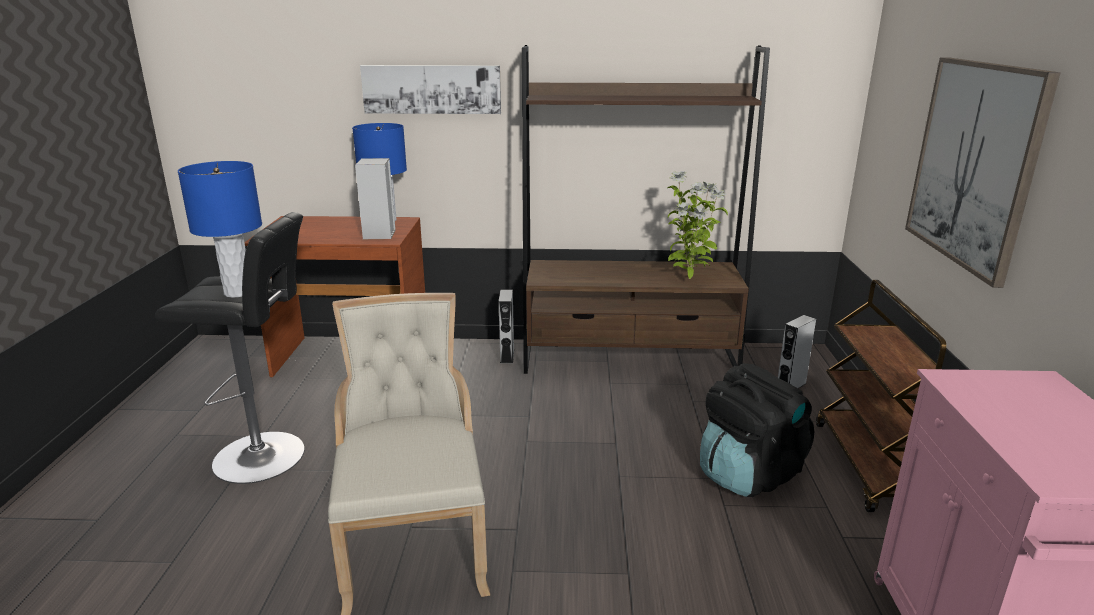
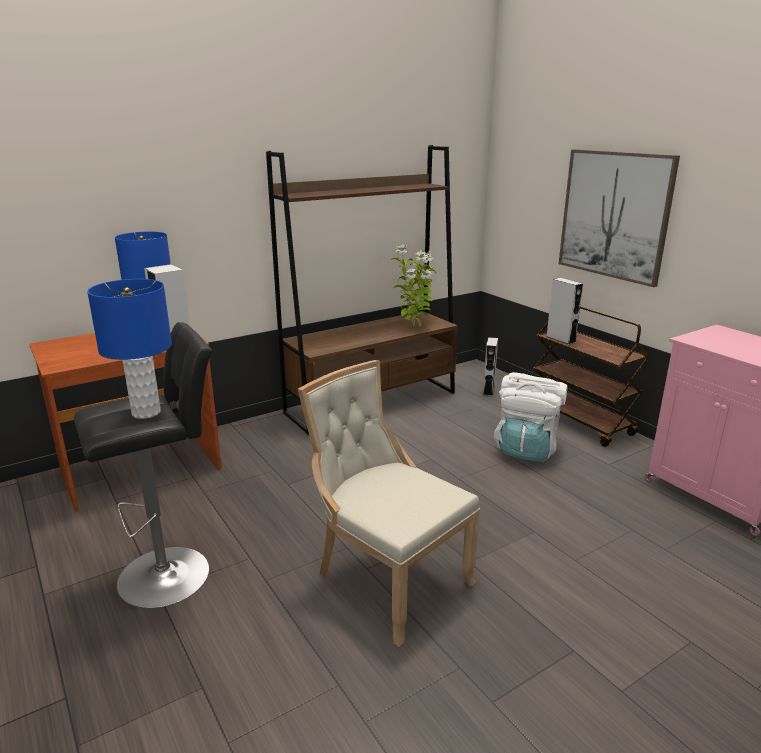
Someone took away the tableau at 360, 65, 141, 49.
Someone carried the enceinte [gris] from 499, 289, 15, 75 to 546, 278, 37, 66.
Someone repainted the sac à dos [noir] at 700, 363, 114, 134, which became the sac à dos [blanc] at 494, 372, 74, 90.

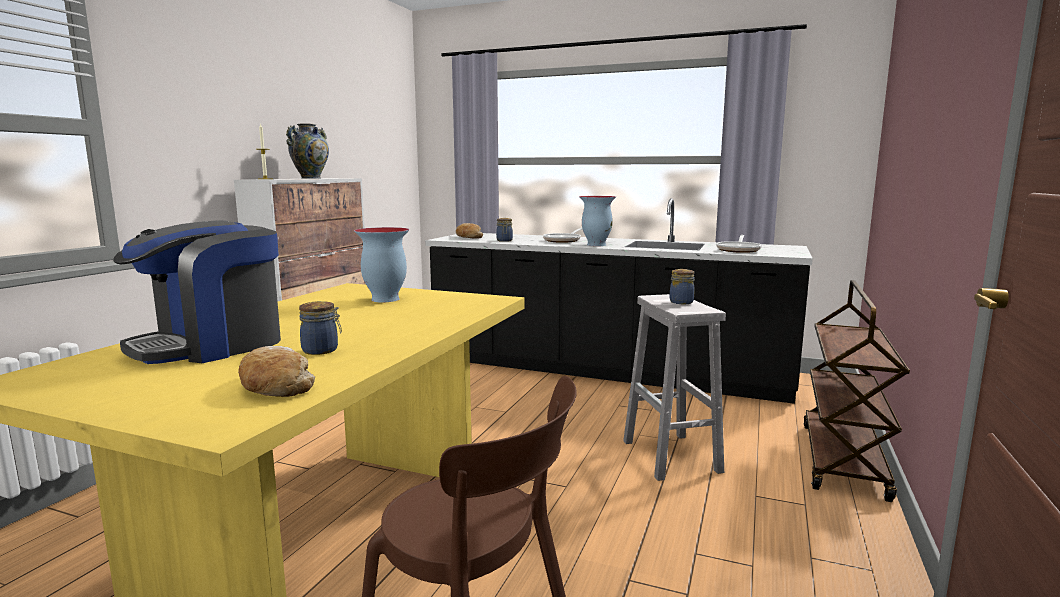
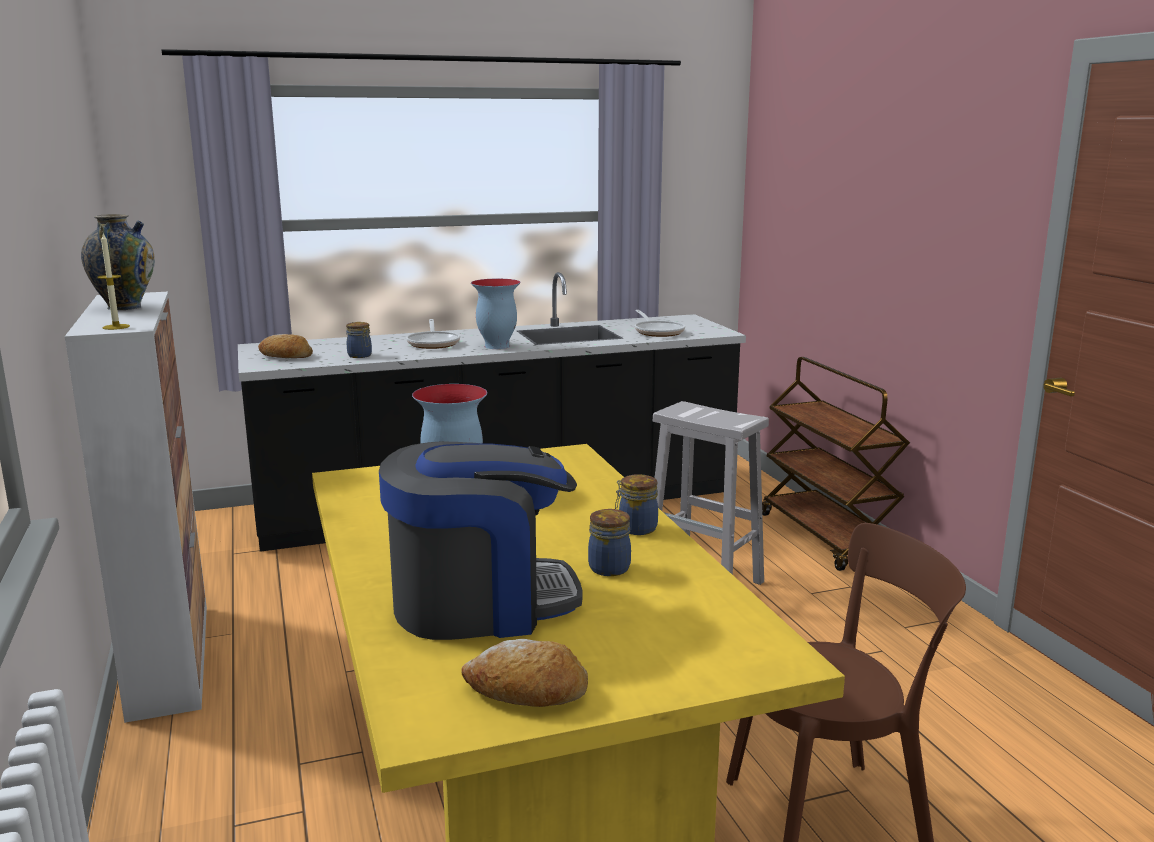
Someone rotated the machine à café at 113, 220, 168, 144 by 105 degrees counterclockwise.
Someone carried the pain from 238, 346, 77, 51 to 461, 639, 127, 68.
Someone carried the bocal from 670, 269, 25, 35 to 615, 474, 43, 61.

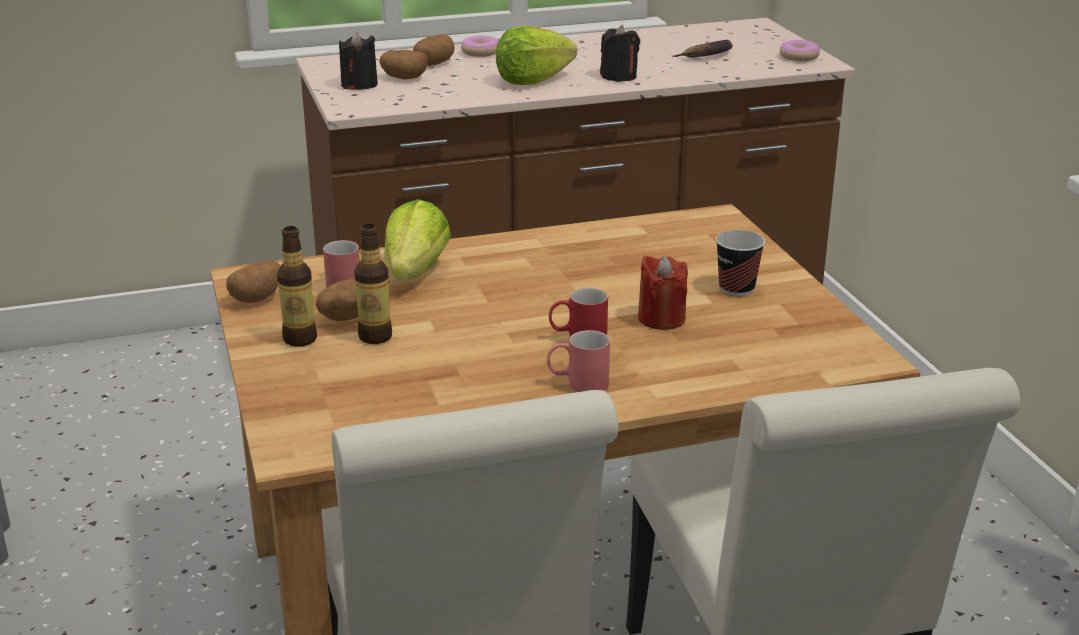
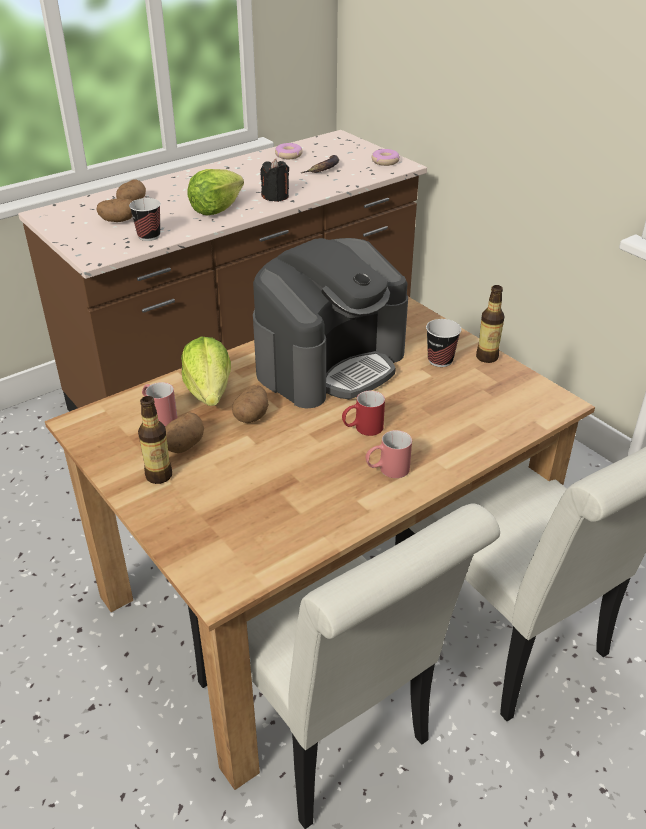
Someone carried the pomme de terre from 226, 260, 54, 43 to 232, 385, 37, 38.
Someone took away the bougie [noir] at 339, 32, 39, 58.
Someone carried the bouteille from 354, 224, 38, 120 to 476, 285, 29, 78.
Someone carried the beignet from 461, 36, 37, 21 to 275, 143, 28, 16.
Someone took away the bougie [rouge] at 638, 256, 50, 74.
Someone put down the tasse at 129, 198, 32, 43.
Someone put down the machine à café at 253, 238, 155, 170.

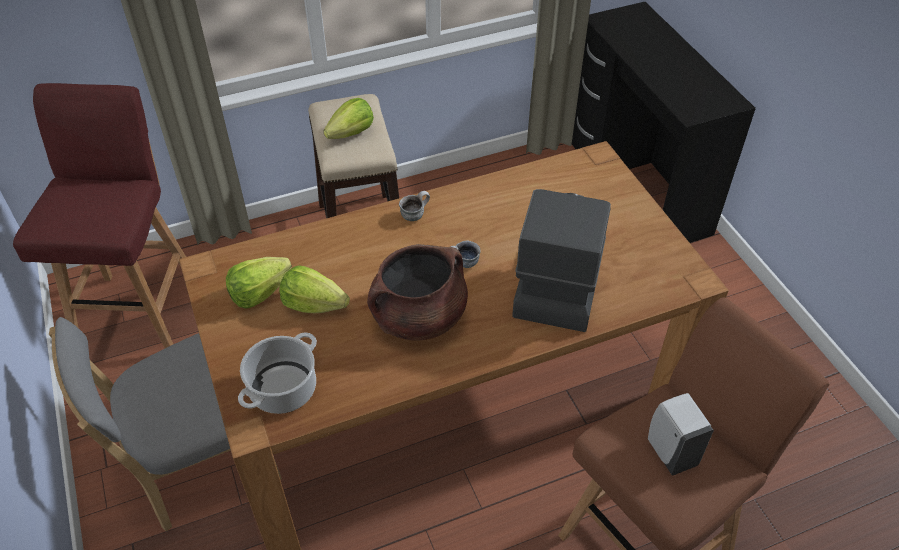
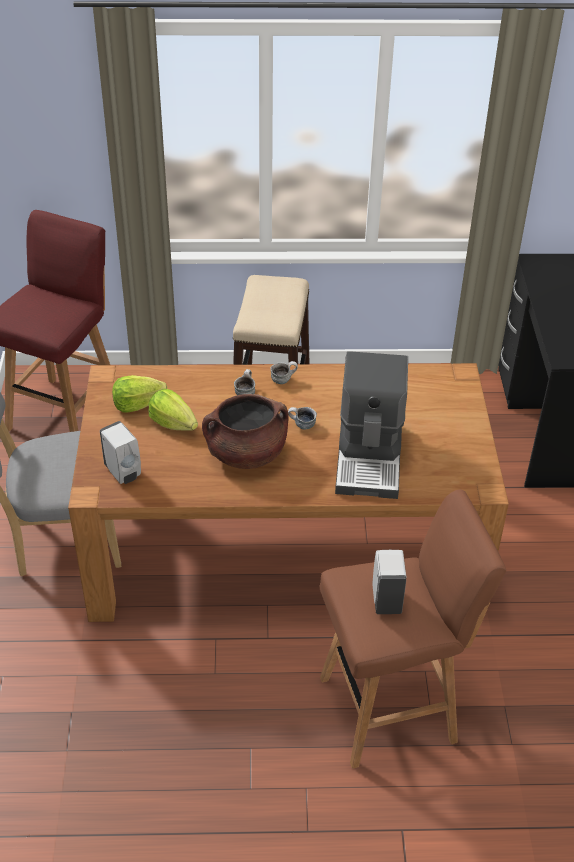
Someone swapped the marmite at 238, 332, 79, 82 for the distributeur de savon [blanc] at 100, 421, 41, 63.
Someone took away the laitue at 324, 98, 50, 41.
Someone rotated the machine à café at 512, 189, 99, 143 by 150 degrees clockwise.
Someone put down the mug at 234, 369, 21, 26.

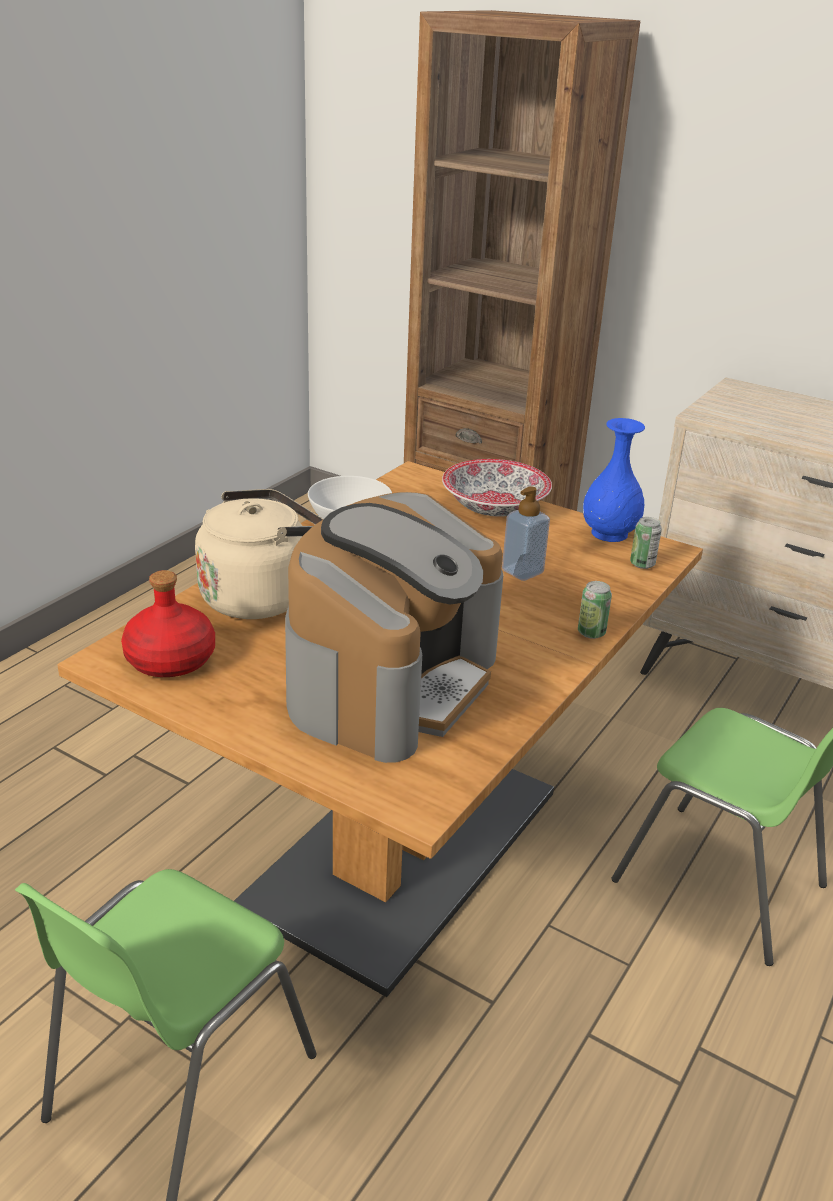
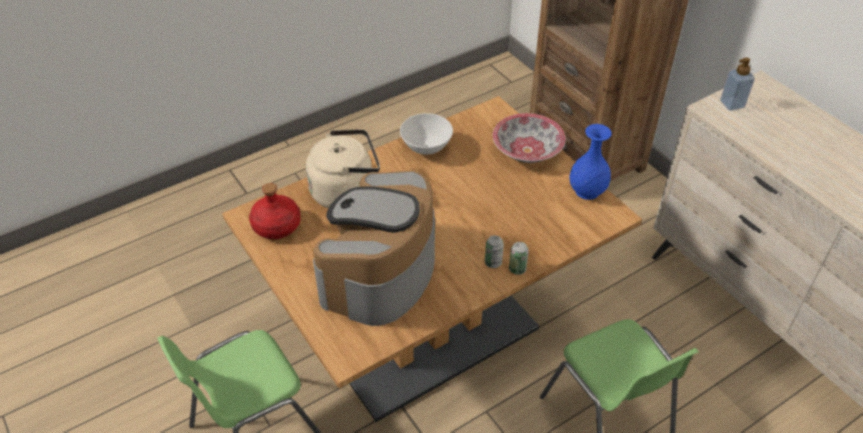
Someone rotated the machine à café at 285, 492, 218, 271 by 150 degrees clockwise.
Someone carried the distributeur de savon from 502, 486, 48, 95 to 720, 57, 35, 54.
Someone carried the boîte métallique from 630, 517, 32, 52 to 485, 235, 19, 33.

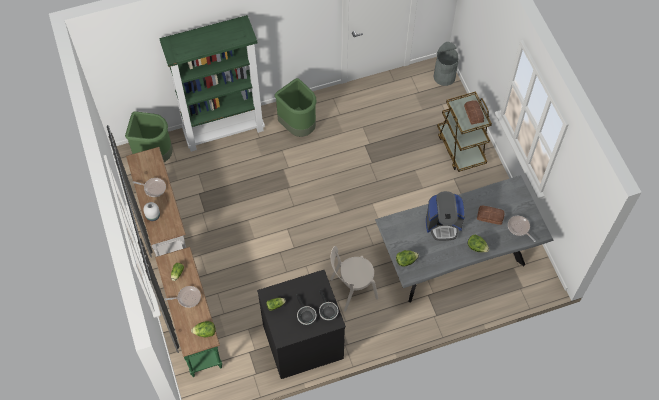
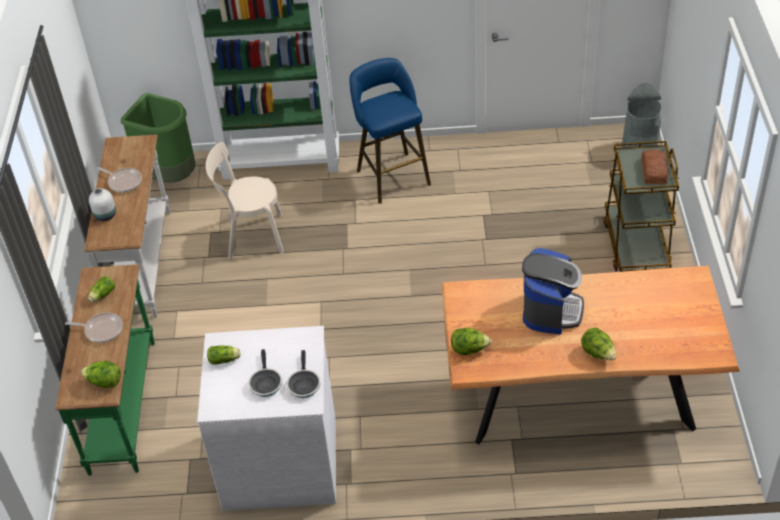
Someone repainted the commode [noir] at 257, 270, 89, 109, which became the commode [blanc] at 197, 326, 139, 185.
Someone swapped the poubelle [vert] at 275, 78, 42, 59 for the tabouret [bleu] at 349, 58, 82, 146.
Someone carried the chaise [beige] from 330, 246, 49, 66 to 206, 142, 78, 117.
Someone repainted the table à manger [gris] at 375, 175, 179, 127, which became the table à manger [marron] at 441, 266, 299, 178.
Someone rotated the machine à café at 426, 191, 39, 50 by 90 degrees counterclockwise.
Someone took away the pain at 477, 206, 27, 19.
Someone took away the poêle at 508, 216, 28, 26.

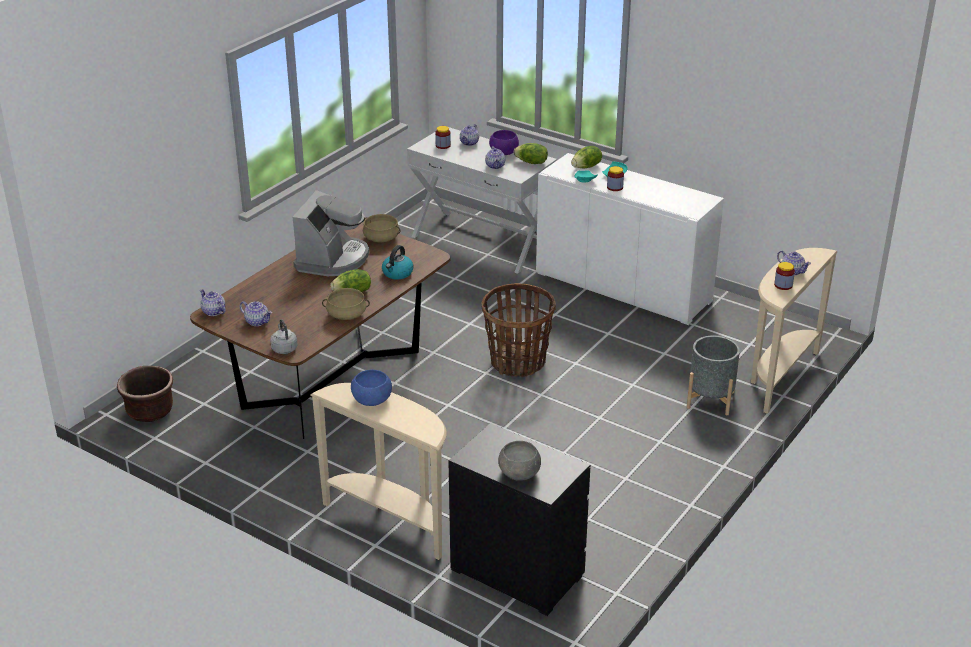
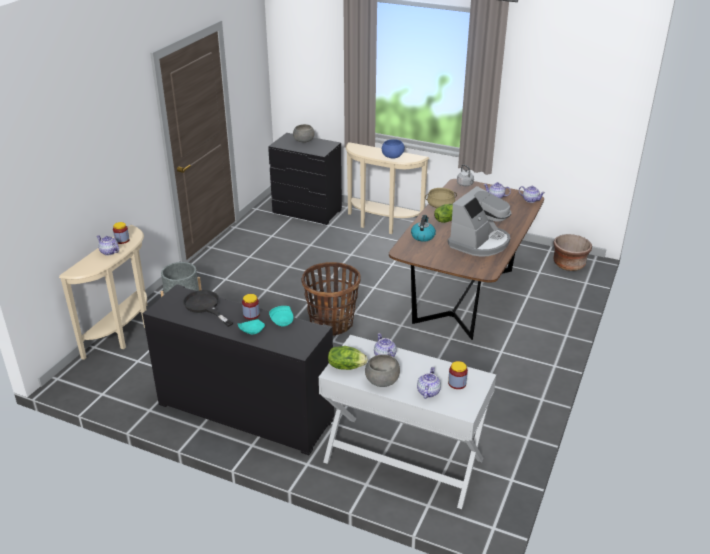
Someone rotated the machine à café at 293, 190, 76, 86 by 150 degrees counterclockwise.
Someone took away the marmite [beige] at 363, 214, 37, 28.
Someone repainted the bol [violet] at 489, 130, 30, 25, which became the bol [gris] at 365, 354, 35, 33.
Someone repainted the meuble de rangement [blanc] at 536, 153, 188, 172, which became the meuble de rangement [noir] at 143, 284, 191, 171.
Someone took away the laitue at 571, 146, 31, 22.
Someone put down the poêle [noir] at 183, 290, 50, 37.

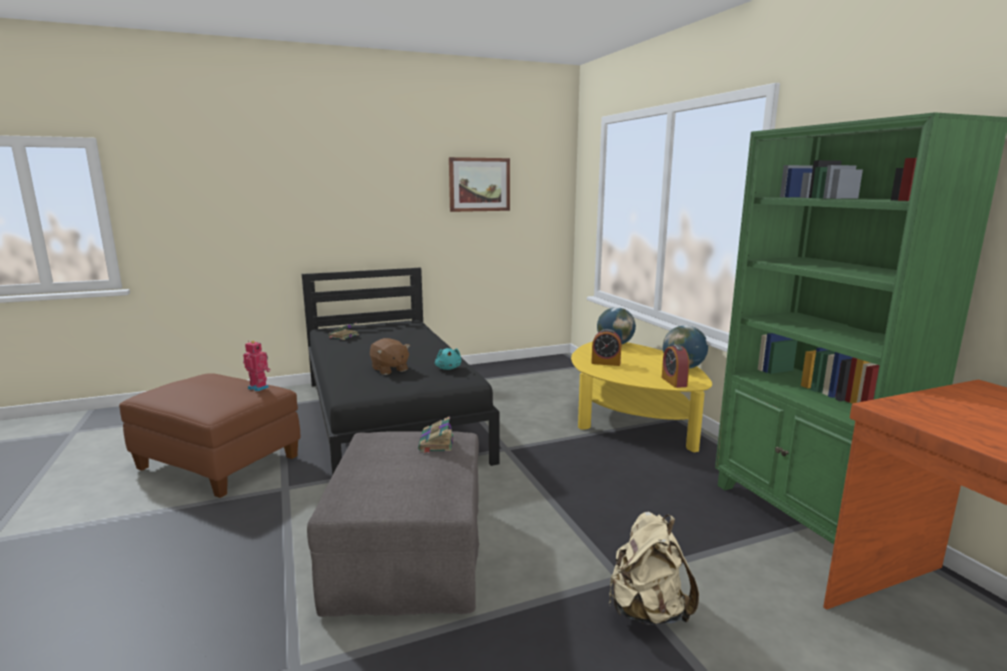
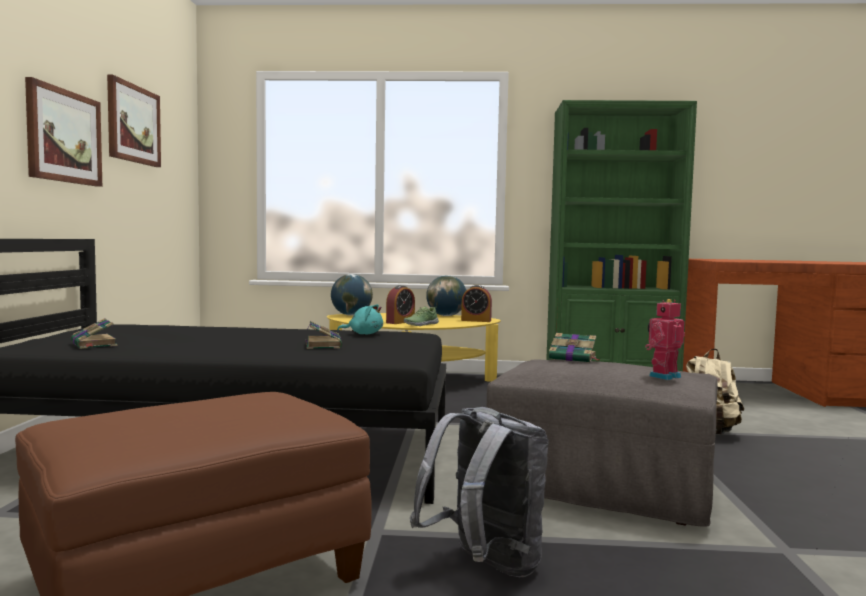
Someone carried the robot jouet from 243, 341, 28, 51 to 645, 299, 40, 81.
Someone swapped the peluche [marron] at 370, 338, 40, 37 for the livre at 307, 321, 35, 28.
Someone put up the tableau at 25, 77, 77, 110.
Someone put down the chaussure at 404, 306, 35, 20.
Someone put down the sac à dos [gris] at 410, 407, 139, 170.

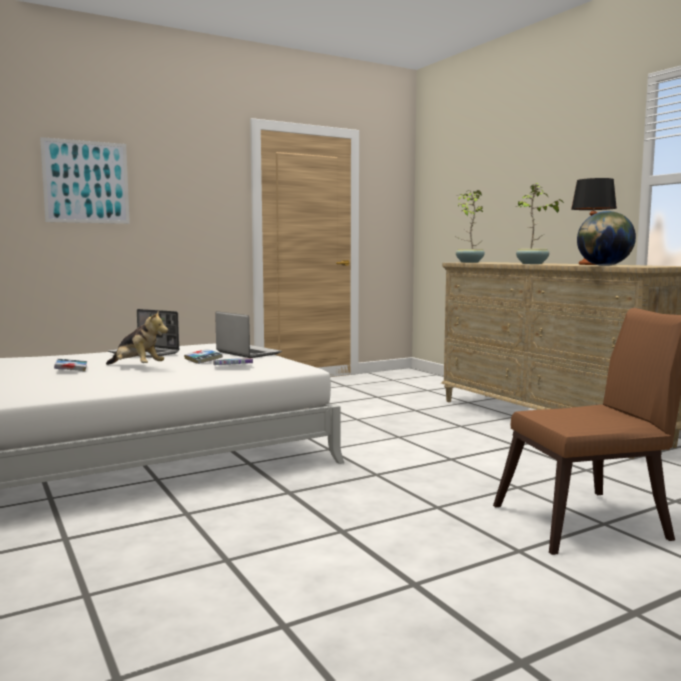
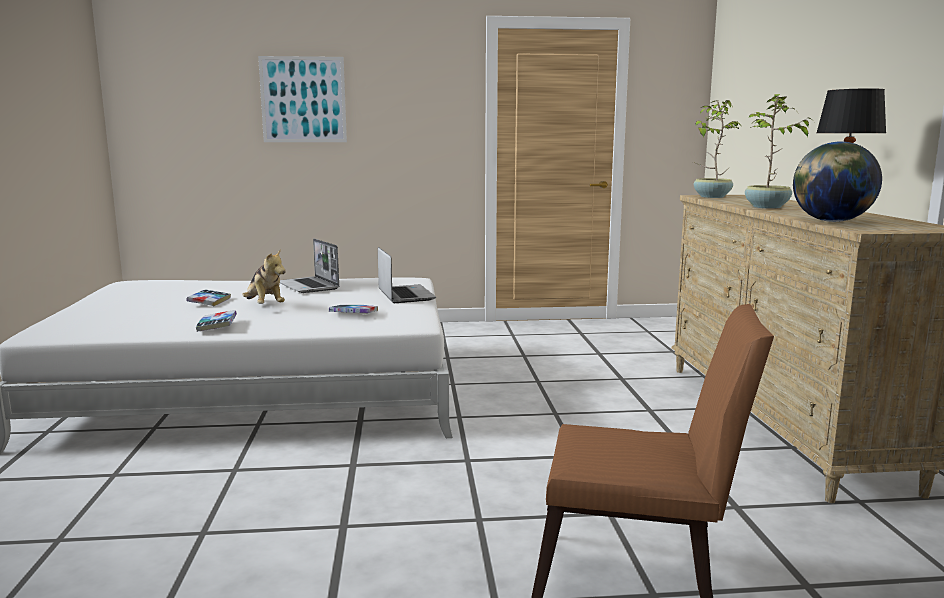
Someone carried the livre from 184, 349, 39, 15 to 196, 310, 41, 22.

